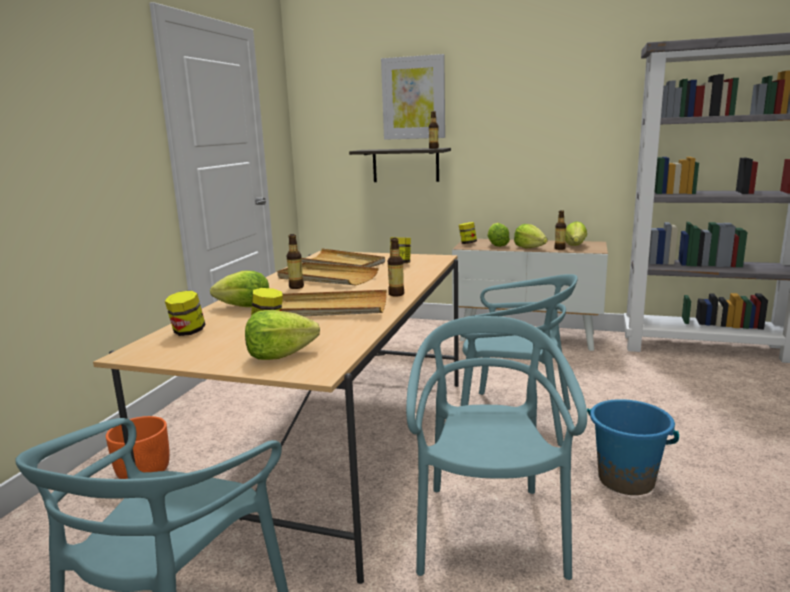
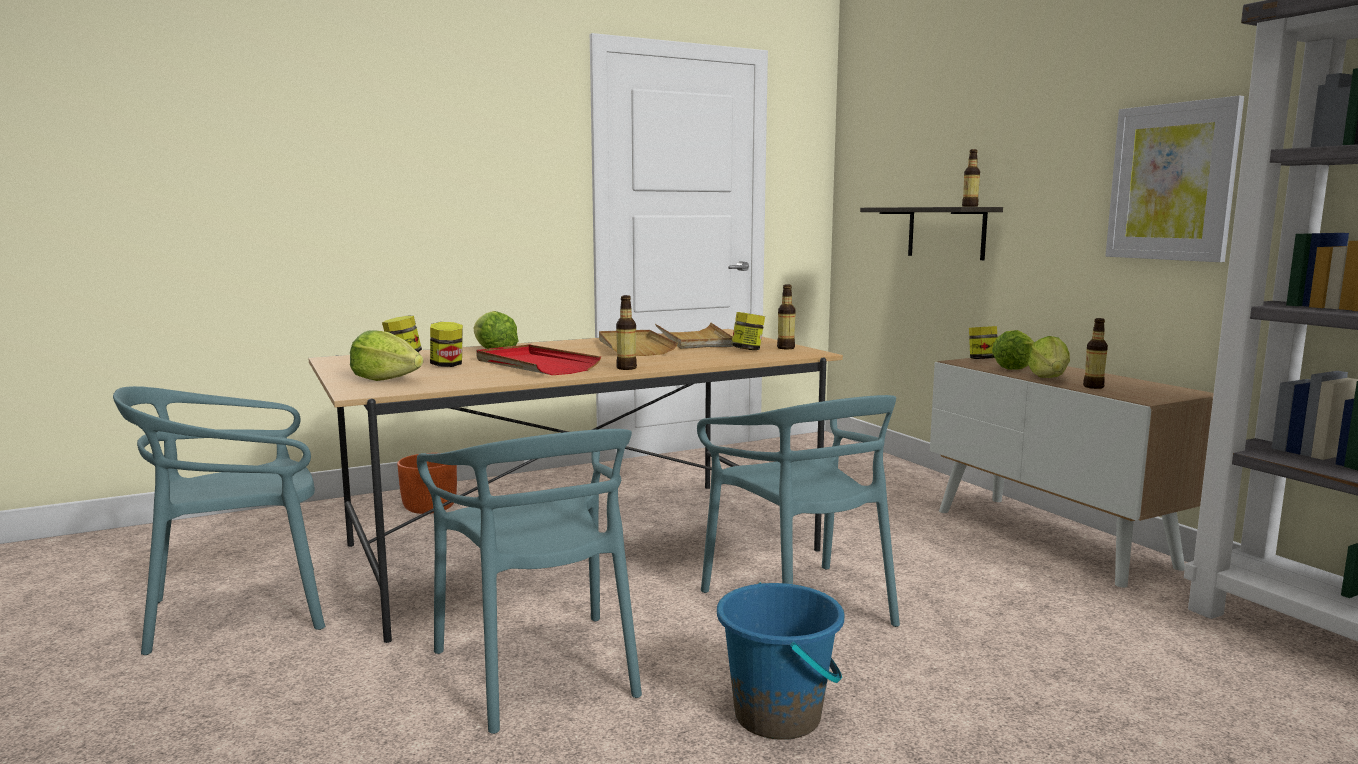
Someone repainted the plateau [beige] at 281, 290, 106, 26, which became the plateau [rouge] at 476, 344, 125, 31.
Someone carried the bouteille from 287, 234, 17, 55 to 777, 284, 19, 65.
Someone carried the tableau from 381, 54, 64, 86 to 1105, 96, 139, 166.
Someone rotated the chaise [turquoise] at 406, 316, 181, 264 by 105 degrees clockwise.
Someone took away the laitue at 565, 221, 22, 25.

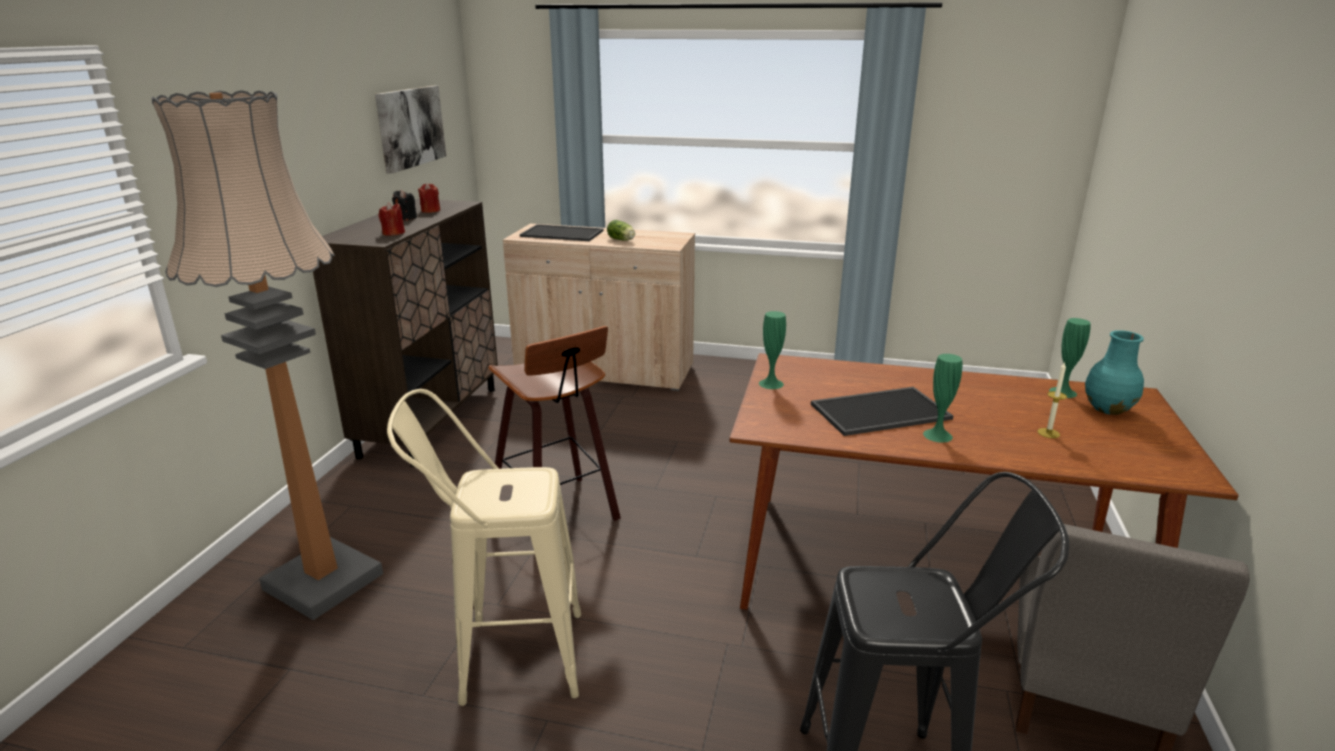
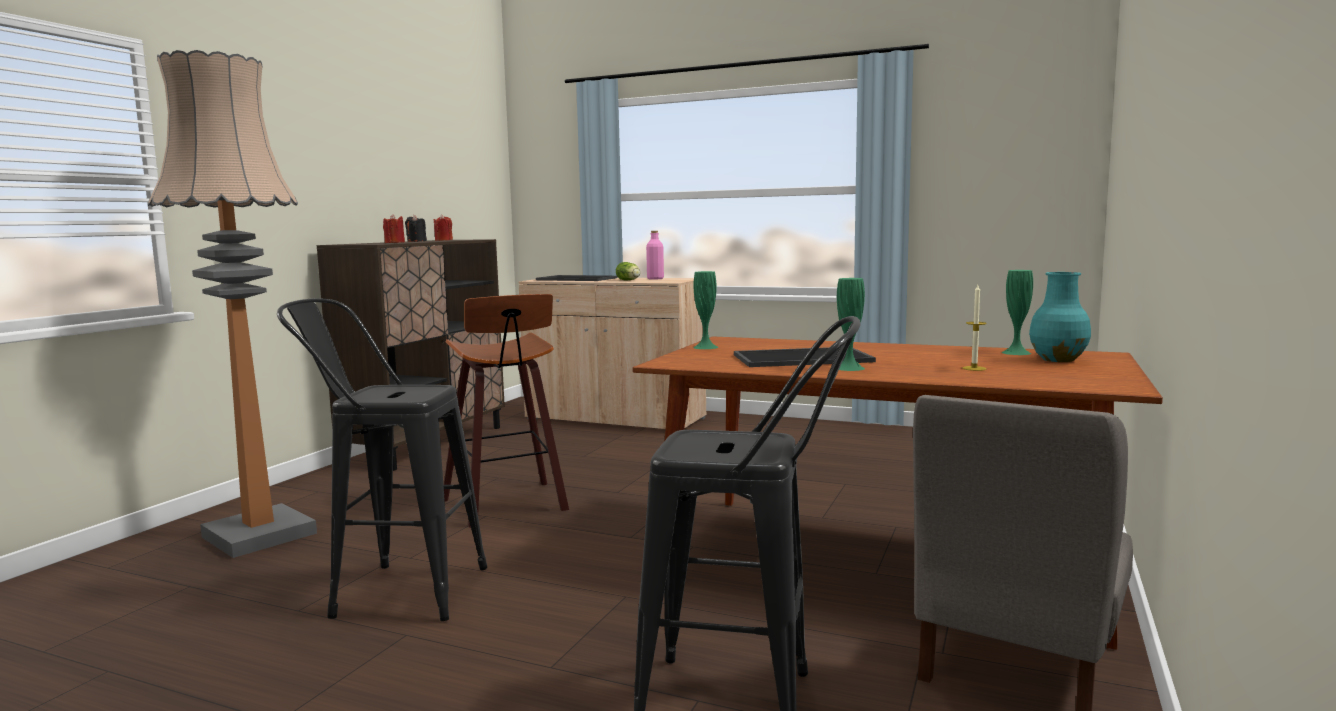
Someone took away the tableau at 375, 85, 71, 89.
Someone repainted the tabouret [beige] at 387, 389, 194, 317, which became the tabouret [noir] at 277, 298, 210, 323.
Someone put down the bouteille [rose] at 646, 231, 18, 48.

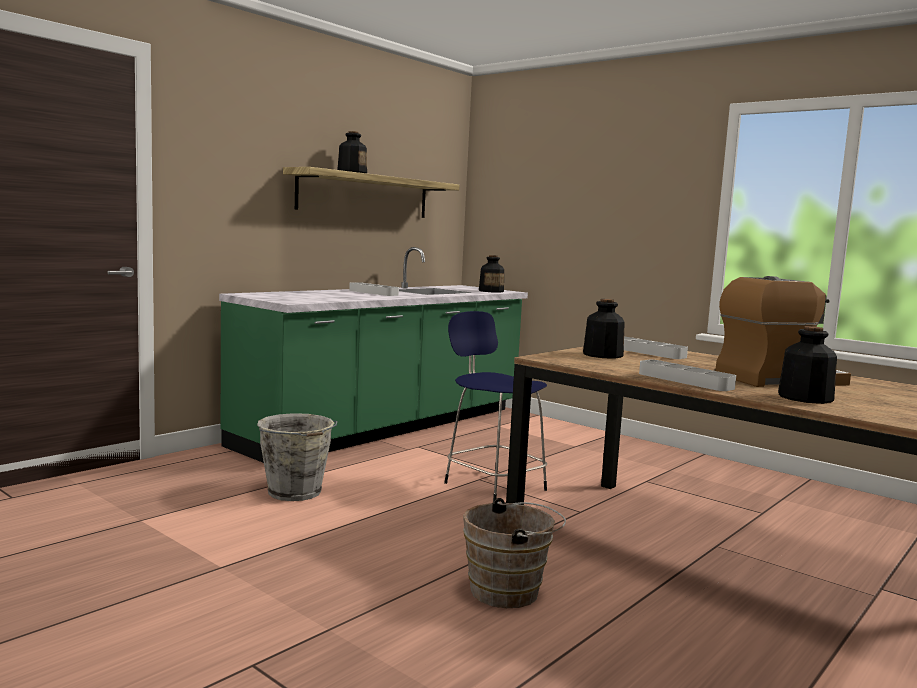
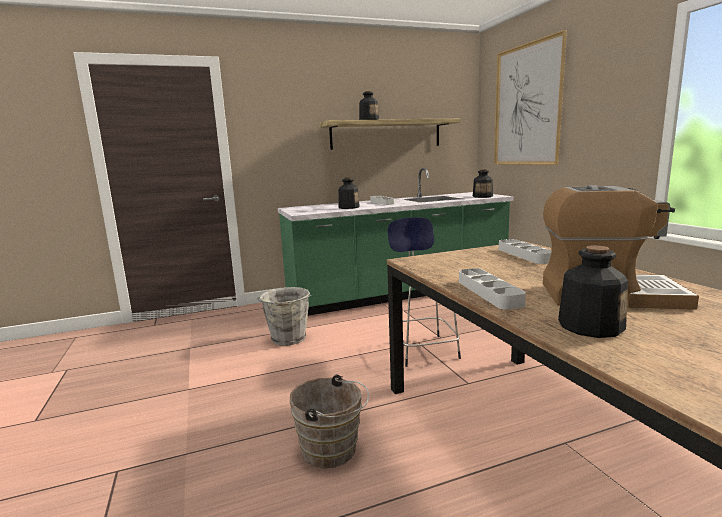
Someone carried the bouteille from 583, 299, 42, 60 to 338, 177, 22, 32.
Someone put up the tableau at 494, 30, 73, 135.

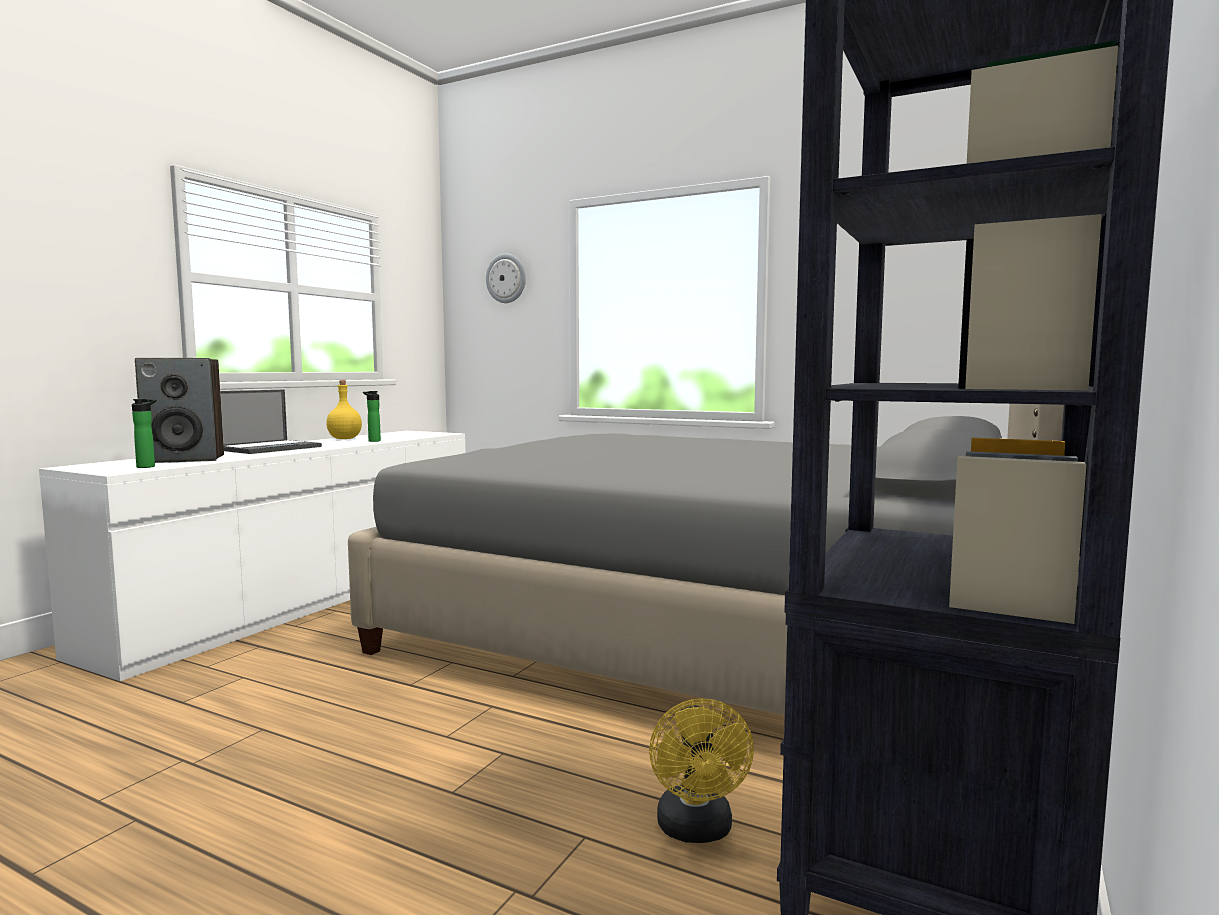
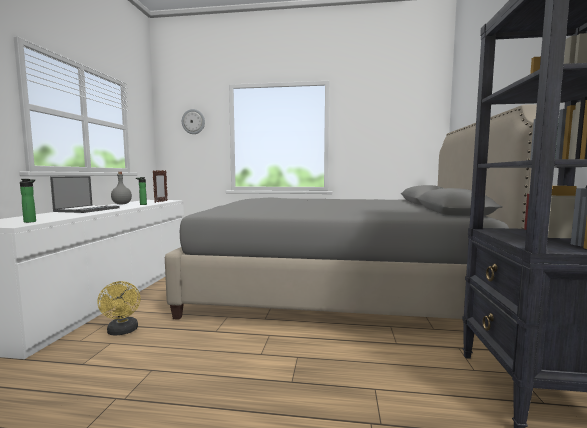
Someone took away the enceinte at 135, 358, 89, 105.
Someone repainted the bouteille [jaune] at 326, 380, 36, 59, which became the bouteille [gris] at 111, 172, 21, 32.
Someone carried the ventilateur [jaune] from 649, 698, 105, 145 to 97, 281, 44, 55.
Someone put down the cadre photo at 153, 170, 15, 33.

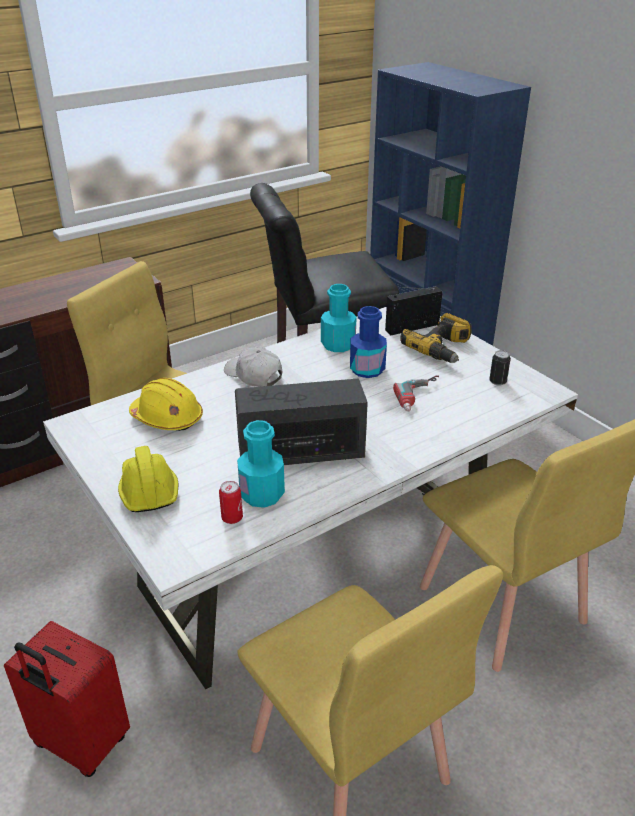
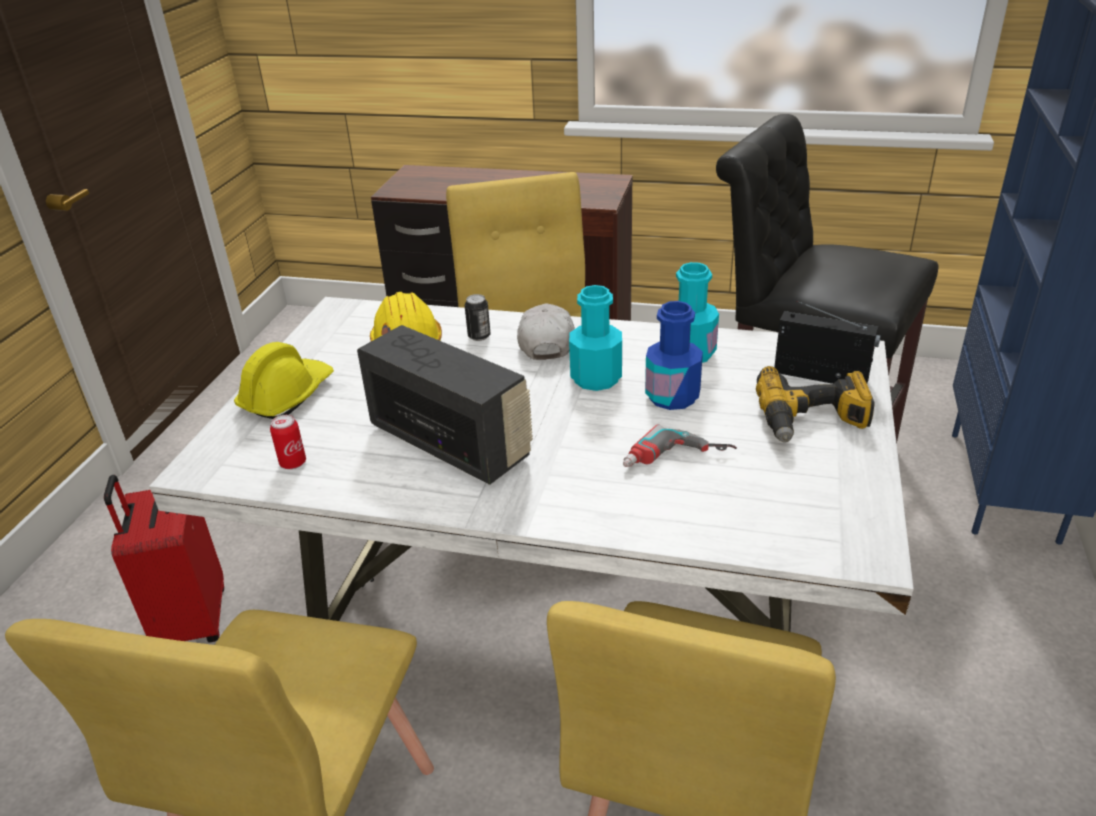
Someone carried the bouteille [turquoise] from 237, 420, 48, 88 to 569, 285, 53, 106.
Someone carried the boîte métallique from 489, 350, 22, 36 to 465, 294, 25, 47.

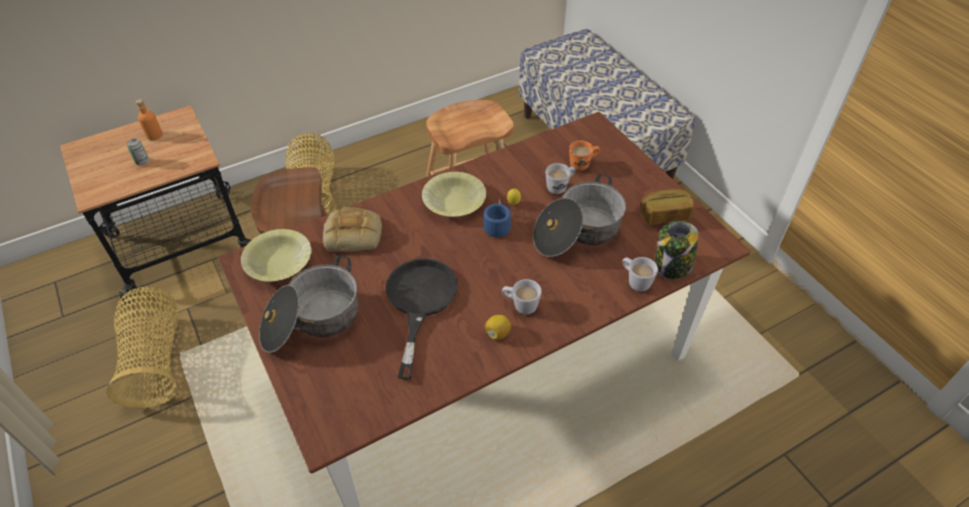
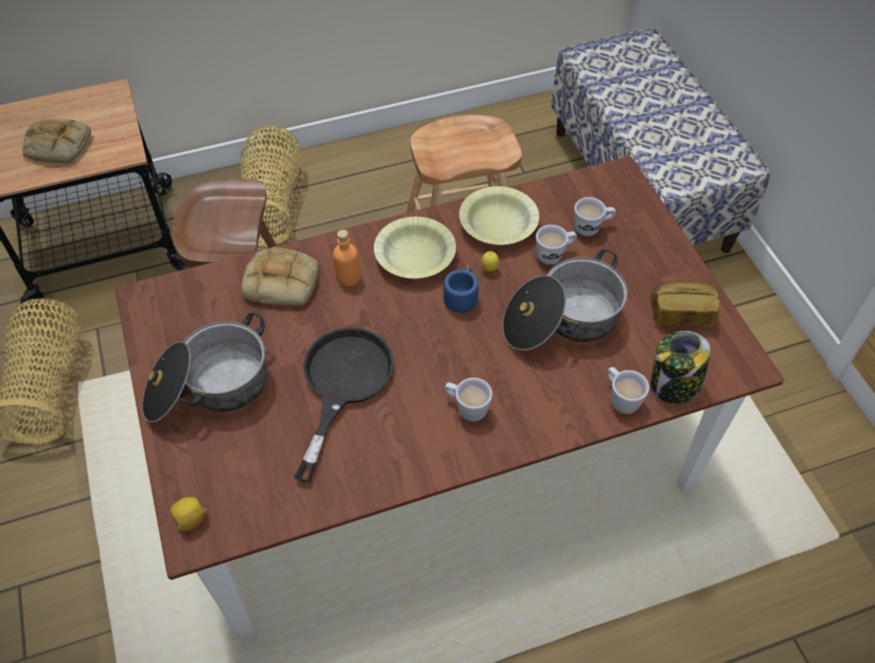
Someone swapped the boîte métallique at 127, 139, 22, 26 for the pain at 22, 119, 69, 45.
Someone carried the bouteille [orange] from 136, 99, 27, 42 to 333, 230, 27, 56.
Someone carried the bol [jaune] from 241, 229, 70, 52 to 459, 186, 80, 59.
Someone carried the citron from 485, 315, 26, 25 to 170, 497, 36, 34.
Someone repainted the mug [orange] at 569, 141, 31, 30, which became the mug [blanc] at 574, 197, 42, 39.

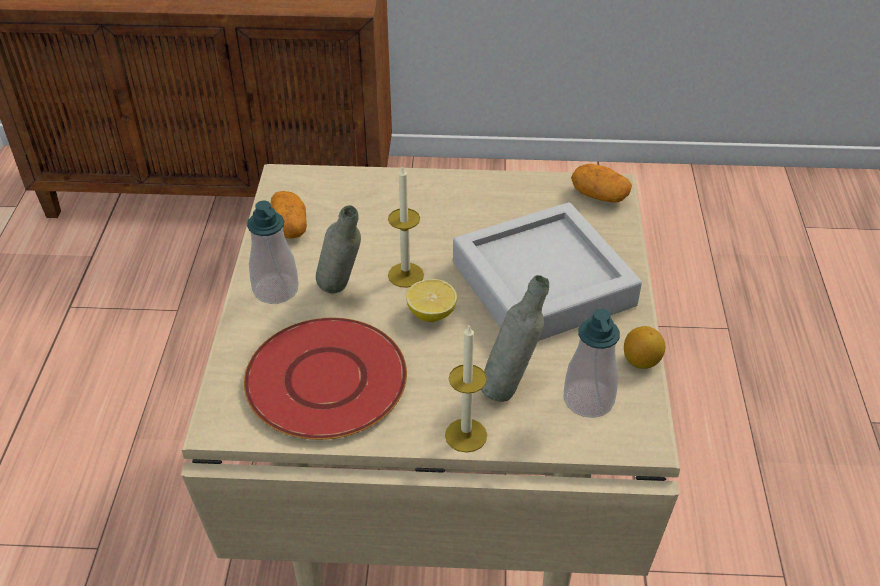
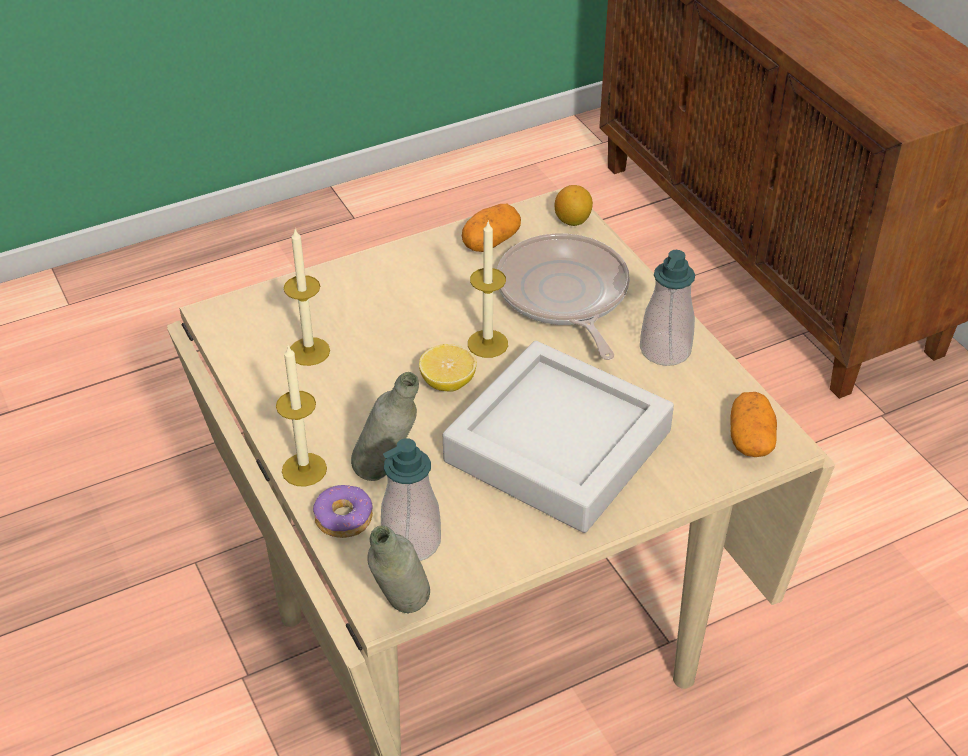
Someone swapped the assiette [rouge] at 244, 318, 163, 122 for the bougie at 284, 229, 46, 137.
Someone carried the distributeur de savon from 247, 201, 52, 103 to 640, 250, 55, 116.
Someone carried the bouteille [gris] from 316, 205, 45, 89 to 367, 525, 63, 88.
Someone carried the citron from 624, 326, 41, 43 to 555, 185, 38, 41.
Someone put down the beignet at 313, 485, 60, 53.
Someone put down the poêle at 497, 233, 133, 127.

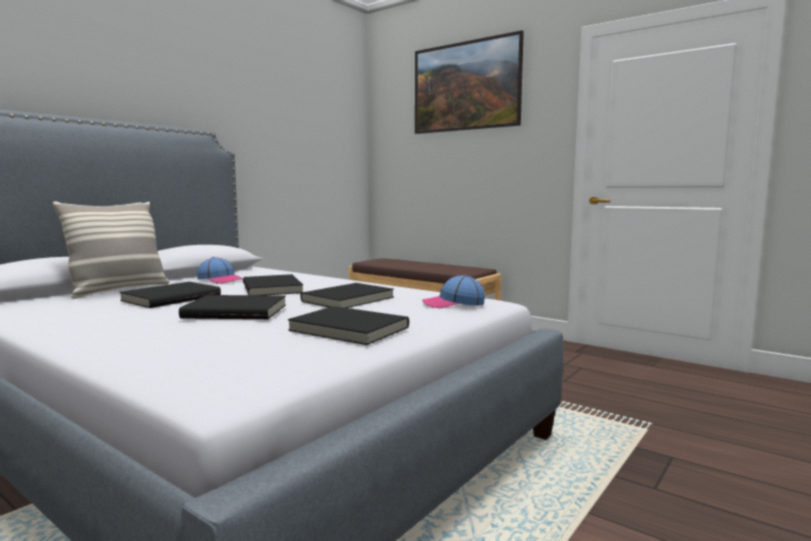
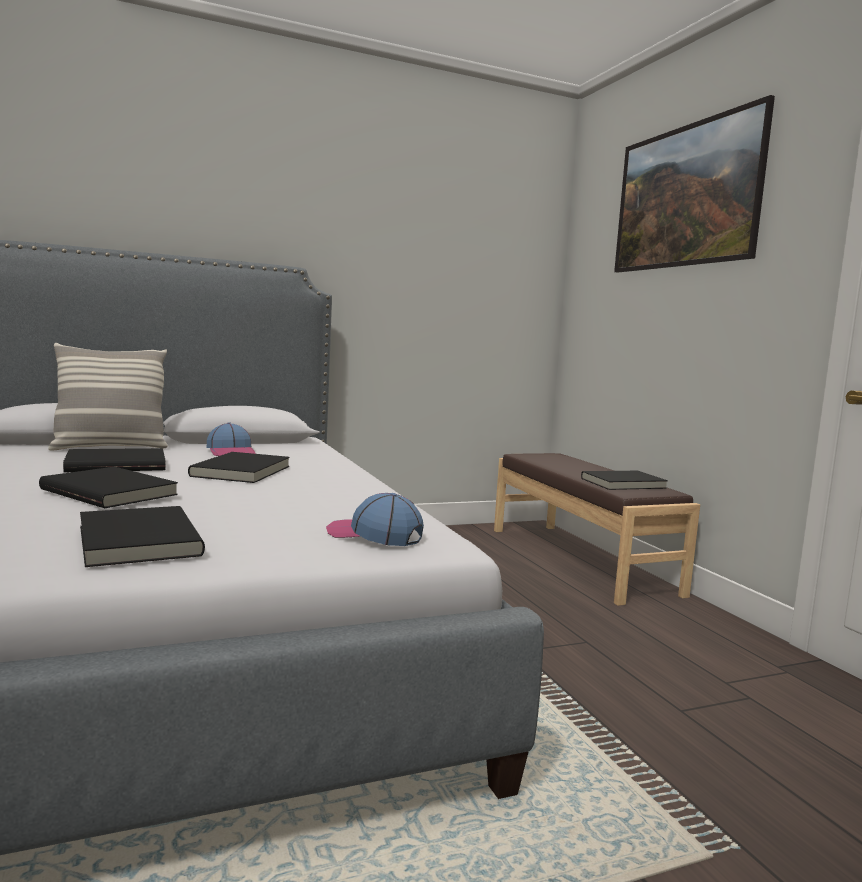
Someone carried the livre [noir] from 300, 283, 94, 25 to 581, 471, 87, 19.

